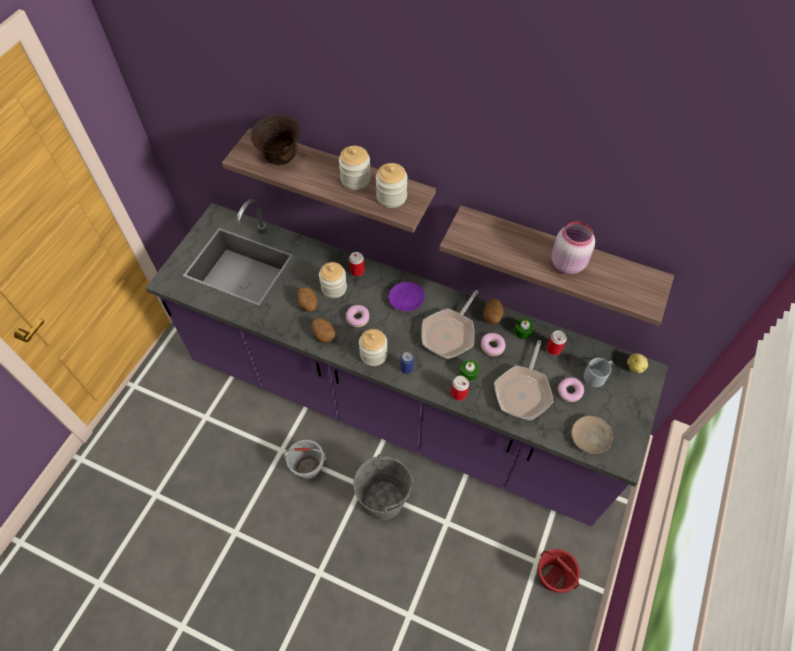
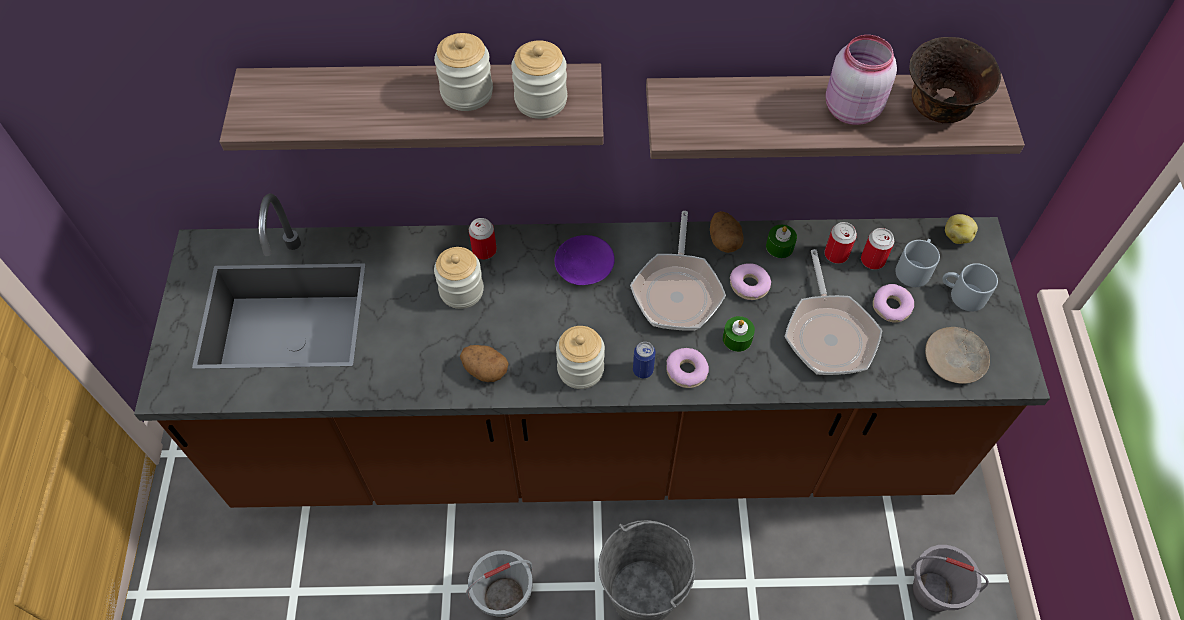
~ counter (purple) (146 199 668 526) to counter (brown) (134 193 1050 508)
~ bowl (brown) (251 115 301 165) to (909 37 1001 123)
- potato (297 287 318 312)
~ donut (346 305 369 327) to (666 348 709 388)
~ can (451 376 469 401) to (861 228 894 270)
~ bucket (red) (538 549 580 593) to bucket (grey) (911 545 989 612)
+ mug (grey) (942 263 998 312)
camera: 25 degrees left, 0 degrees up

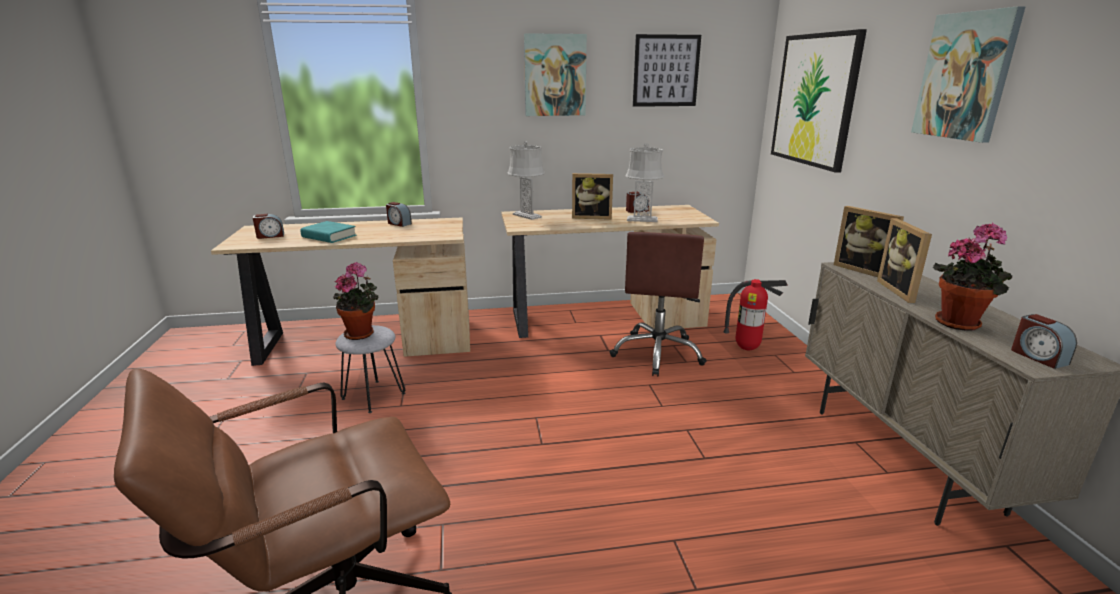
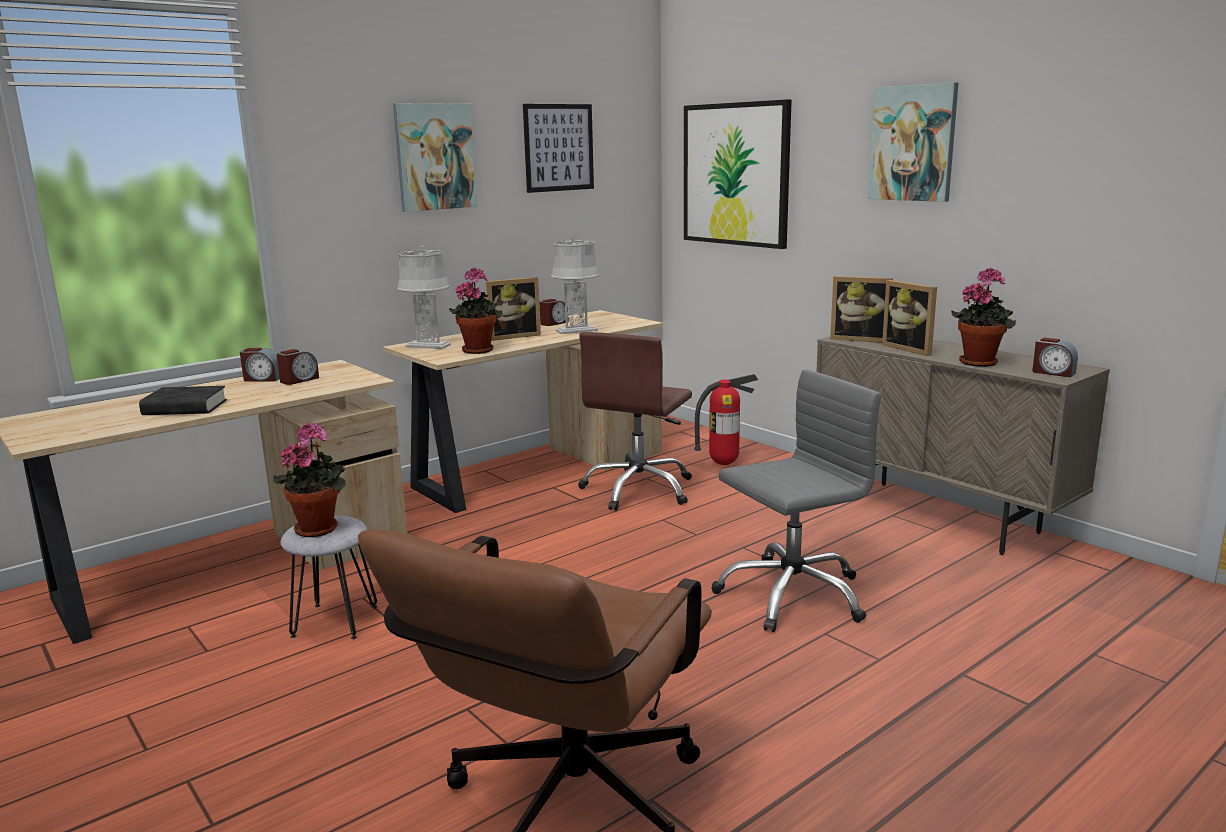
~ alarm clock (253 214 284 239) to (277 349 319 385)
~ book (turquoise) (300 221 357 243) to book (black) (139 386 227 415)
~ office chair (brown) (610 232 706 376) = (578 332 692 511) 45 degrees clockwise
+ potted plant (449 267 503 354)
+ office chair (grey) (712 369 881 632)
camera: 30 degrees left, 5 degrees down

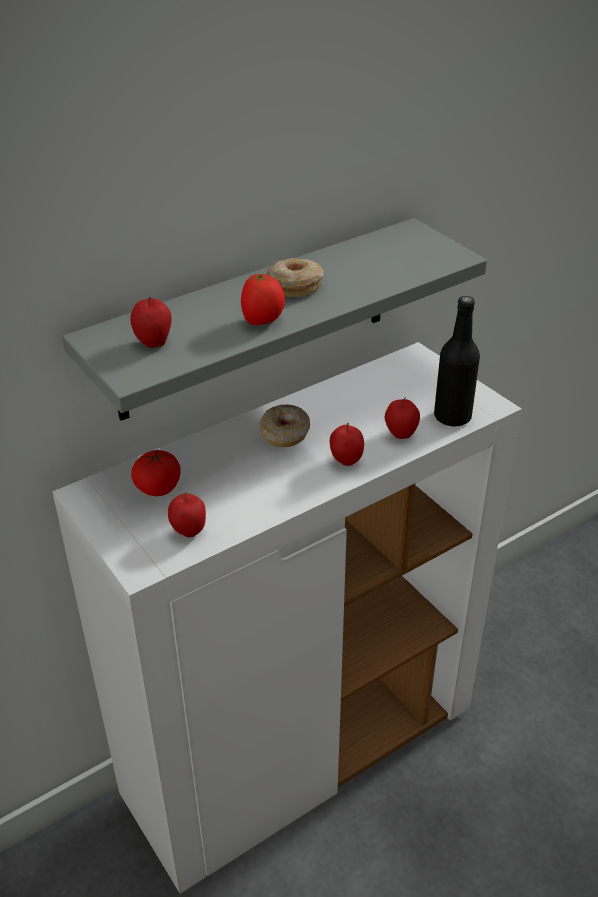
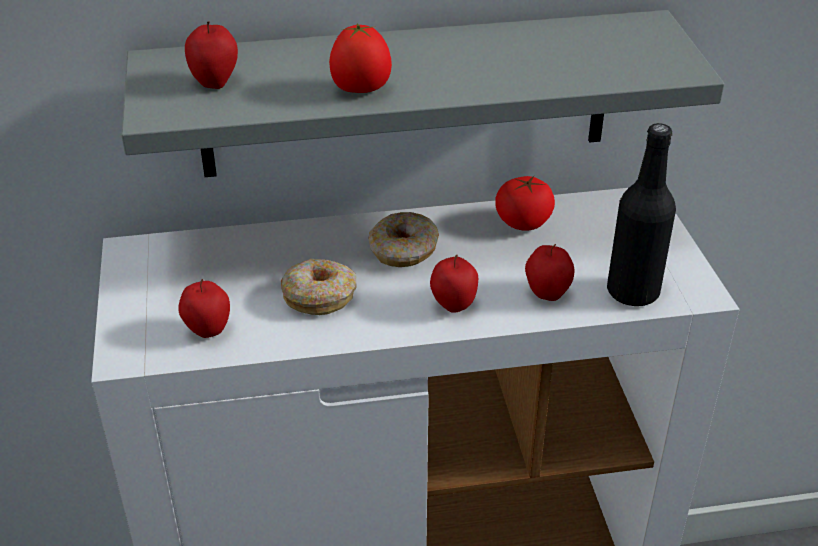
~ tomato (131 449 181 496) to (495 176 555 231)
~ donut (267 258 324 297) to (281 259 357 315)
camera: 25 degrees right, 0 degrees up

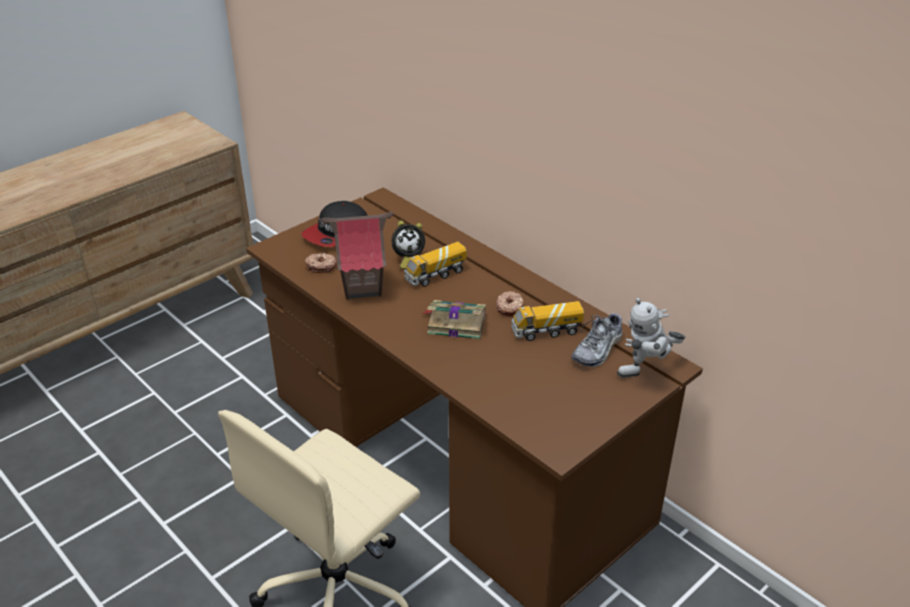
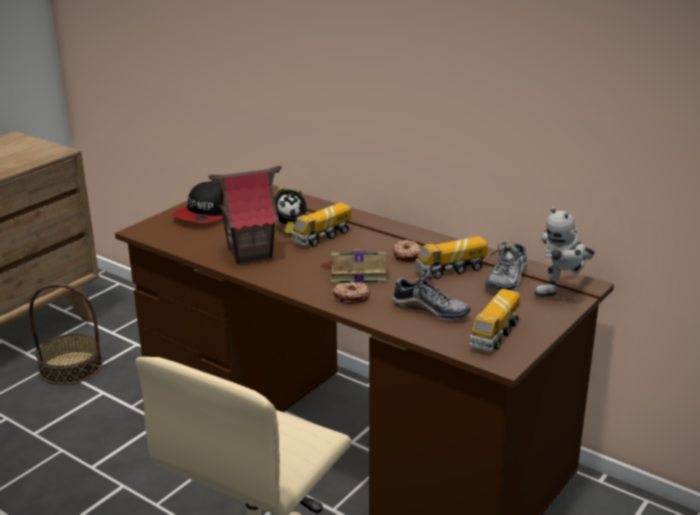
~ donut (305 253 336 273) to (332 281 370 304)
+ basket (29 283 102 385)
+ shoe (392 272 470 321)
+ toy truck (470 289 520 352)
camera: 10 degrees left, 10 degrees down

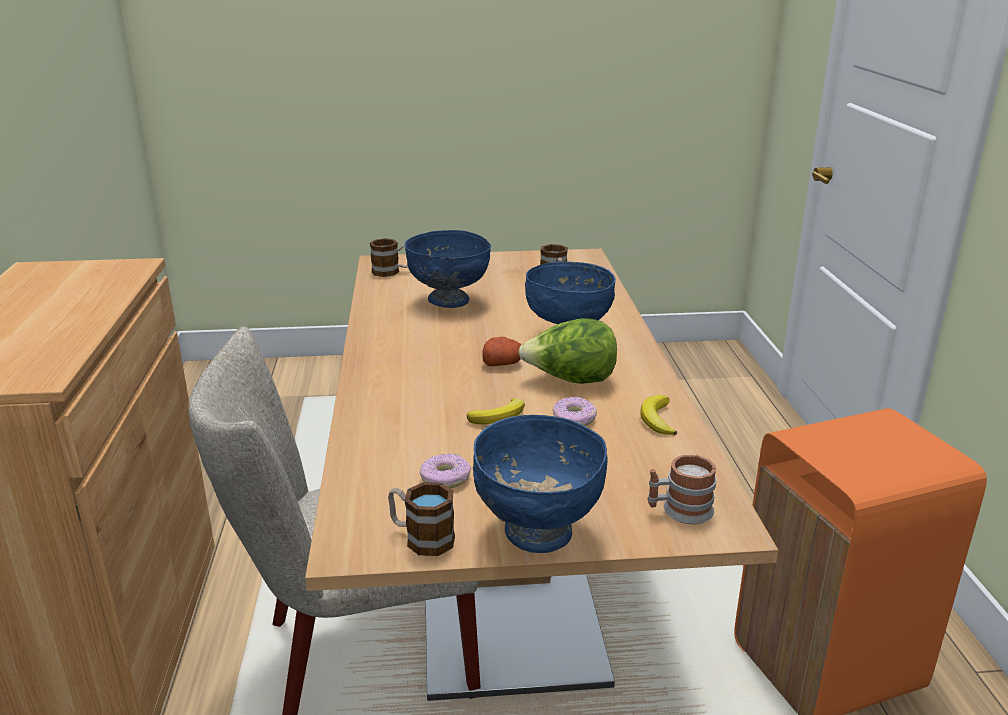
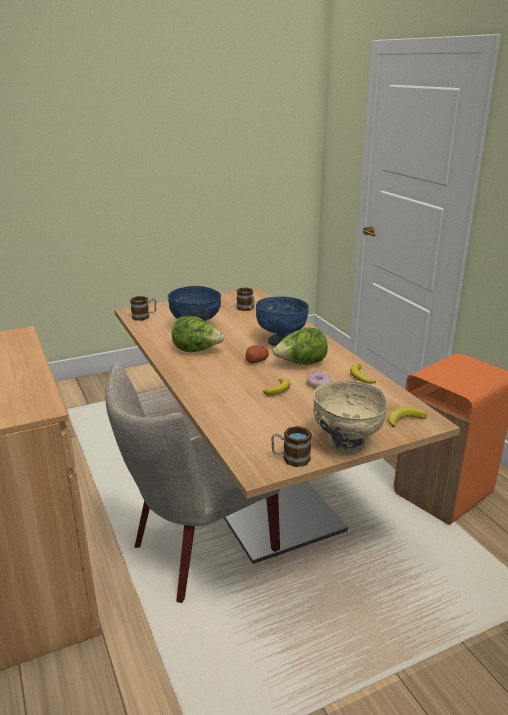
- donut (420 453 471 489)
~ bowl (blue) (473 415 608 553) to bowl (beige) (313 380 387 454)
~ mug (648 454 716 524) to banana (388 407 427 428)
+ lettuce (172 316 224 352)
camera: 20 degrees left, 0 degrees up

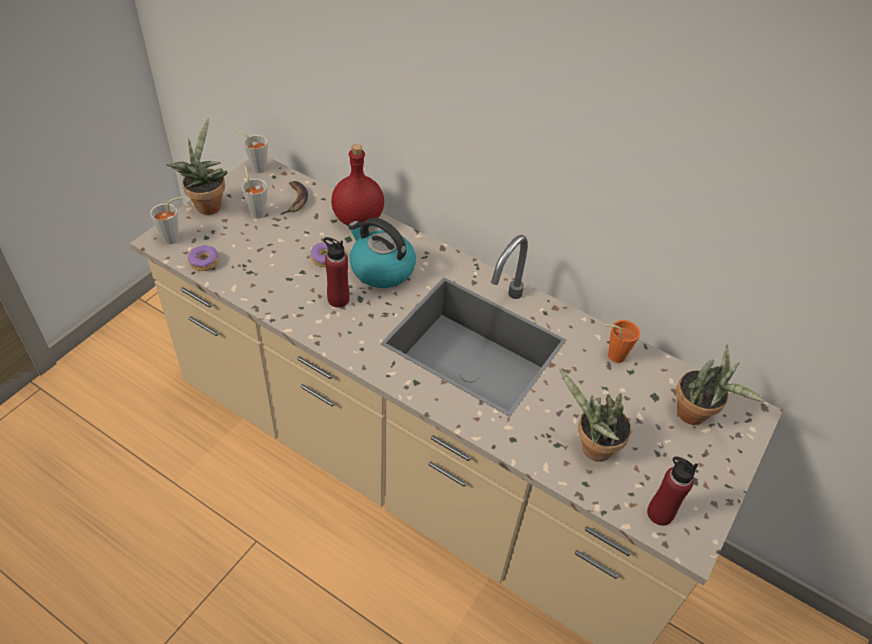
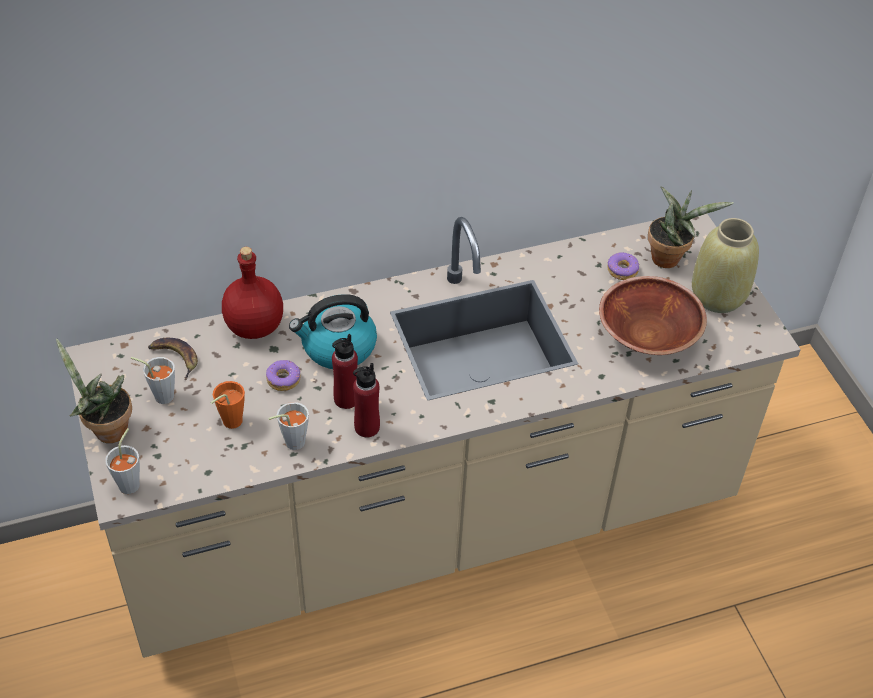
~ donut (188 245 219 271) to (607 253 640 280)
~ cup (grey) (236 129 268 173) to (268 402 309 450)
~ potted plant (559 369 631 462) to bowl (brown) (599 276 707 355)
~ cup (orange) (605 320 640 363) to (211 381 245 429)
~ bottle (red) (647 457 698 526) to (353 363 380 437)
+ vase (beige) (692 218 759 313)
camera: 50 degrees left, 0 degrees up

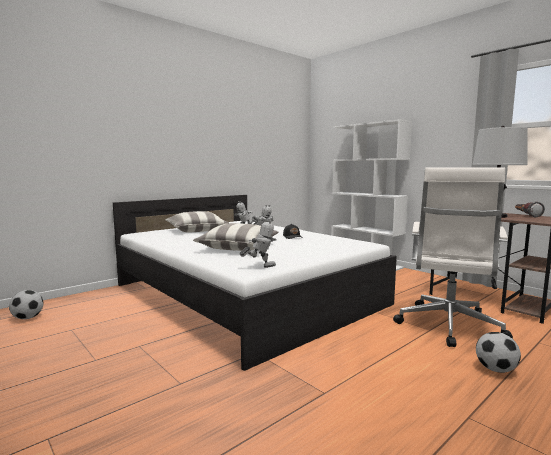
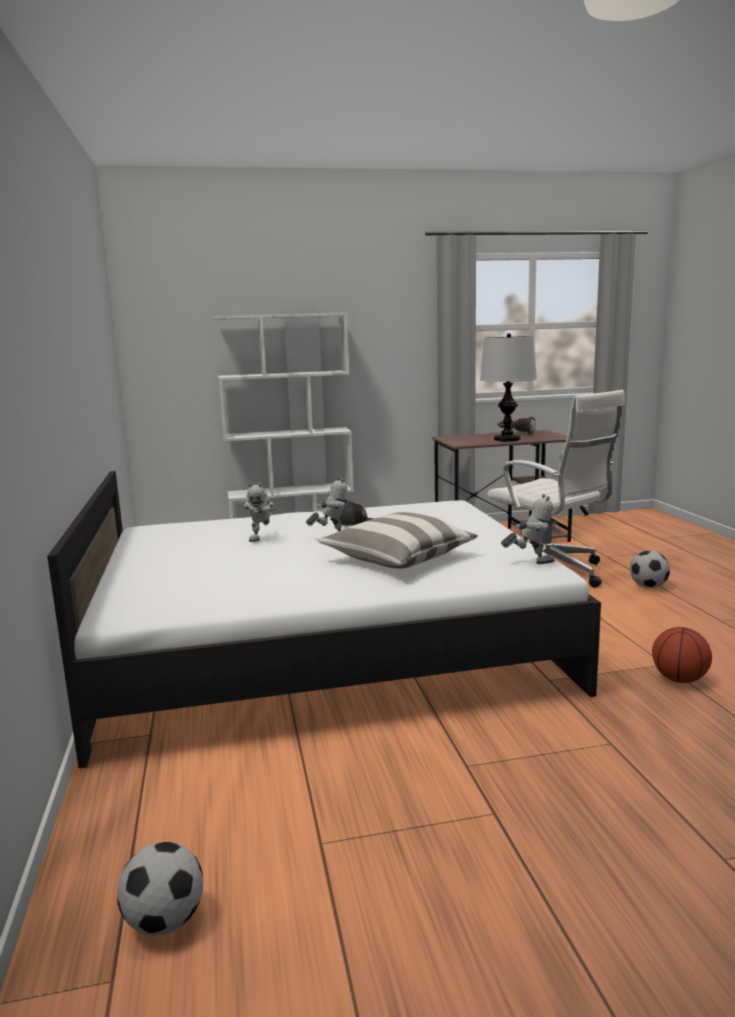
- pillow (165 211 229 233)
~ toy robot (239 219 277 268) = (501 494 557 564) 75 degrees clockwise
+ basketball (652 627 712 683)
camera: 60 degrees left, 5 degrees up

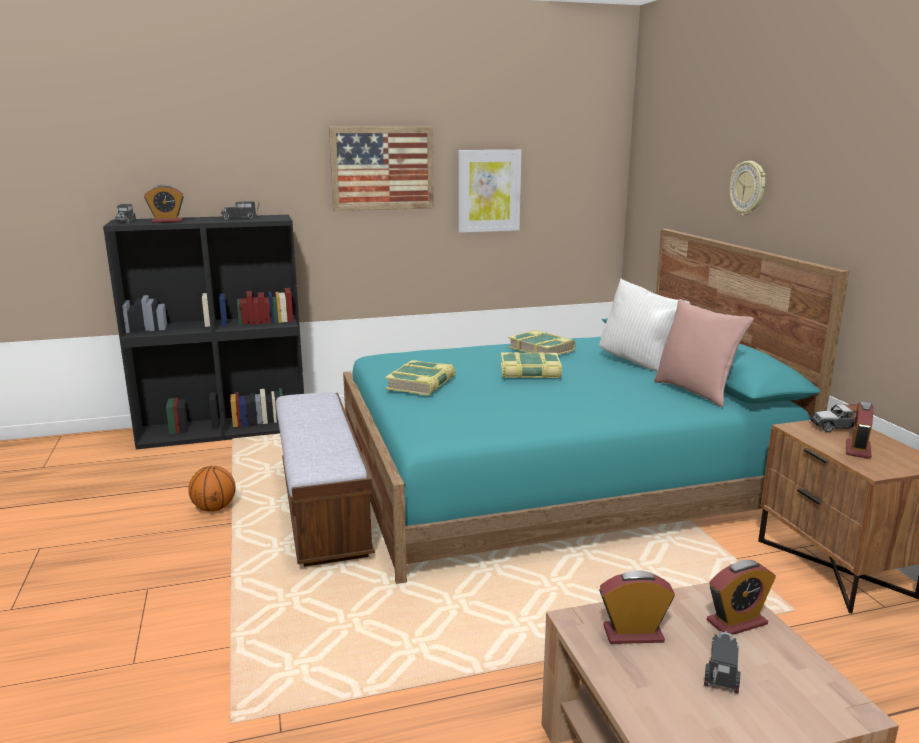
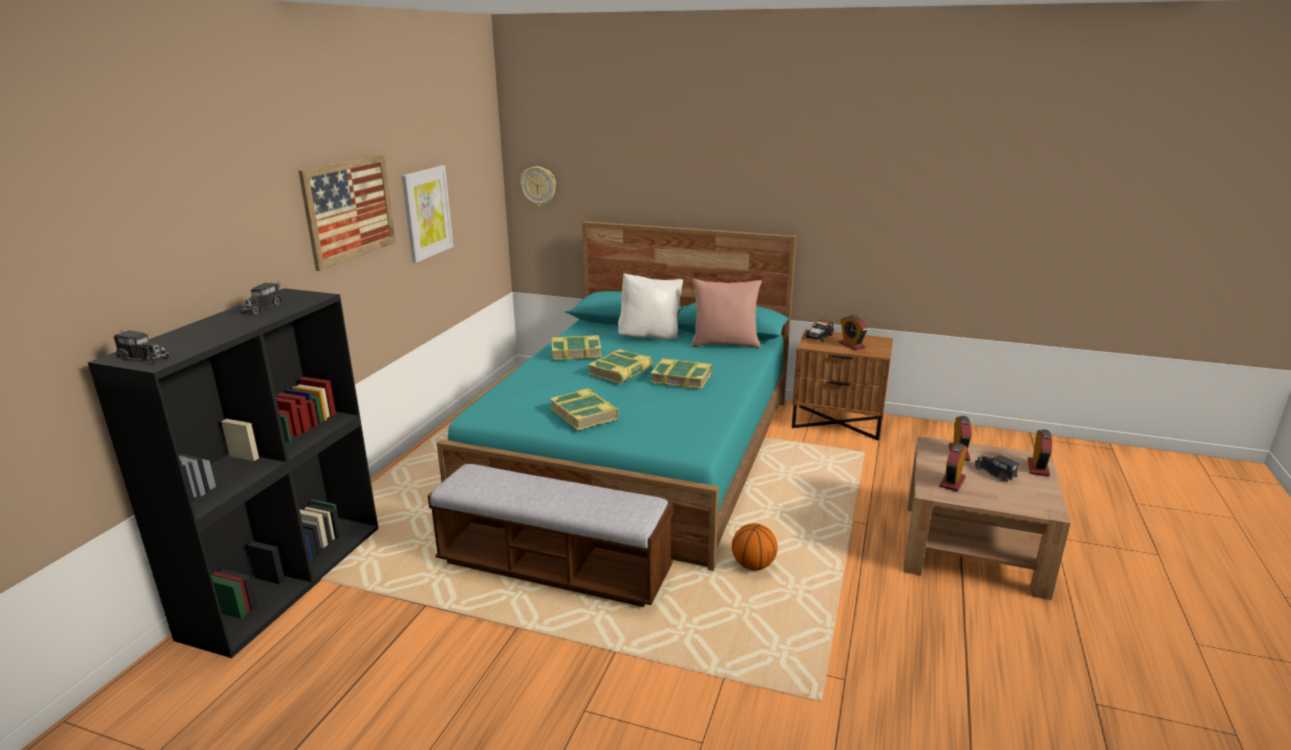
~ alarm clock (144 185 184 223) to (1028 429 1052 477)
~ basketball (188 466 236 512) to (732 523 778 570)
~ wall clock (729 161 765 216) to (520 166 556 206)
+ book (651 358 712 389)
camera: 55 degrees left, 5 degrees up

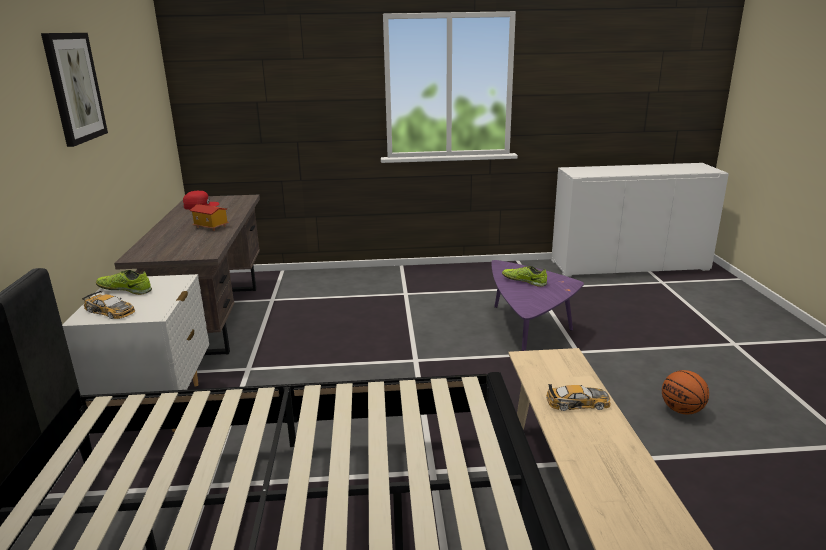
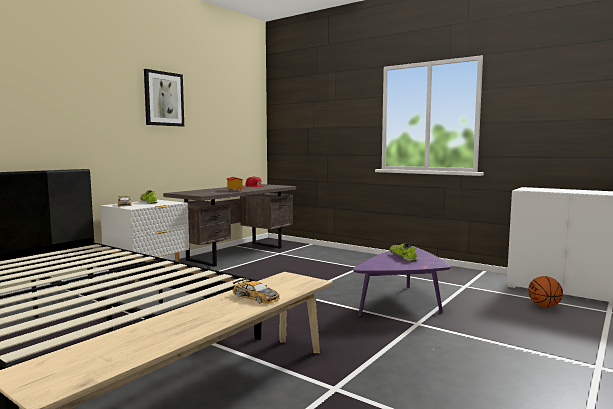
~ basketball (662 370 709 414) to (528 276 563 307)
camera: 40 degrees right, 15 degrees down

